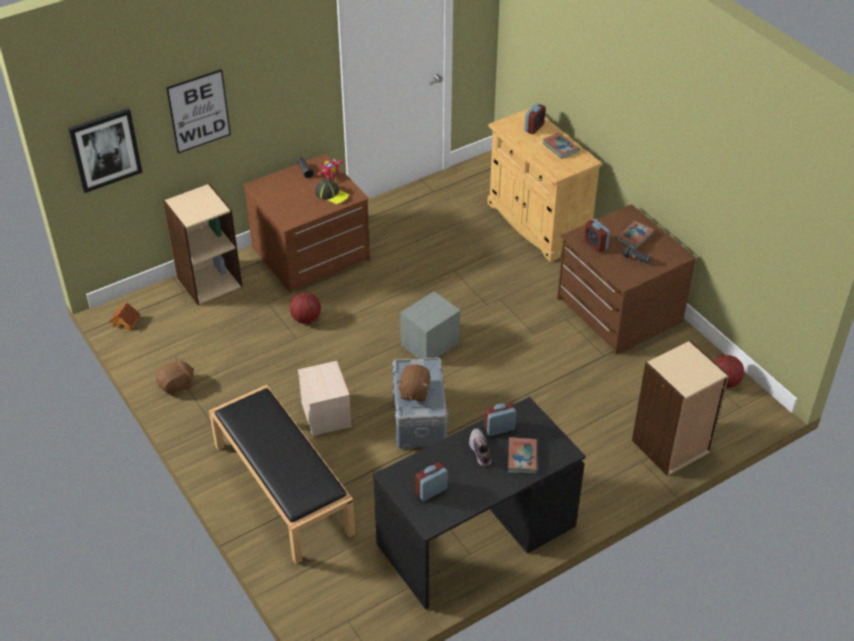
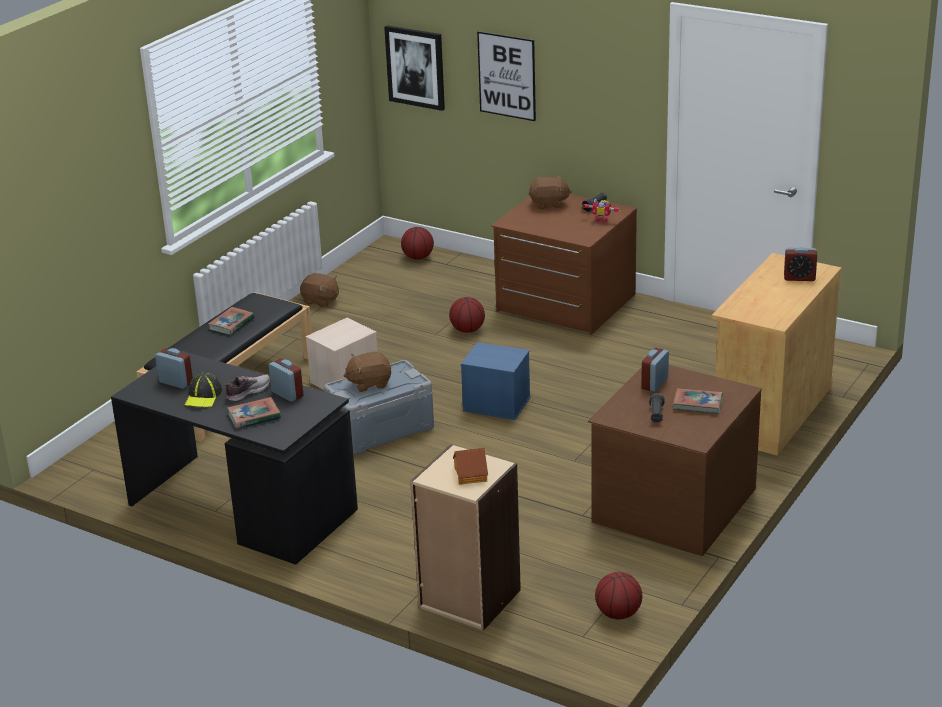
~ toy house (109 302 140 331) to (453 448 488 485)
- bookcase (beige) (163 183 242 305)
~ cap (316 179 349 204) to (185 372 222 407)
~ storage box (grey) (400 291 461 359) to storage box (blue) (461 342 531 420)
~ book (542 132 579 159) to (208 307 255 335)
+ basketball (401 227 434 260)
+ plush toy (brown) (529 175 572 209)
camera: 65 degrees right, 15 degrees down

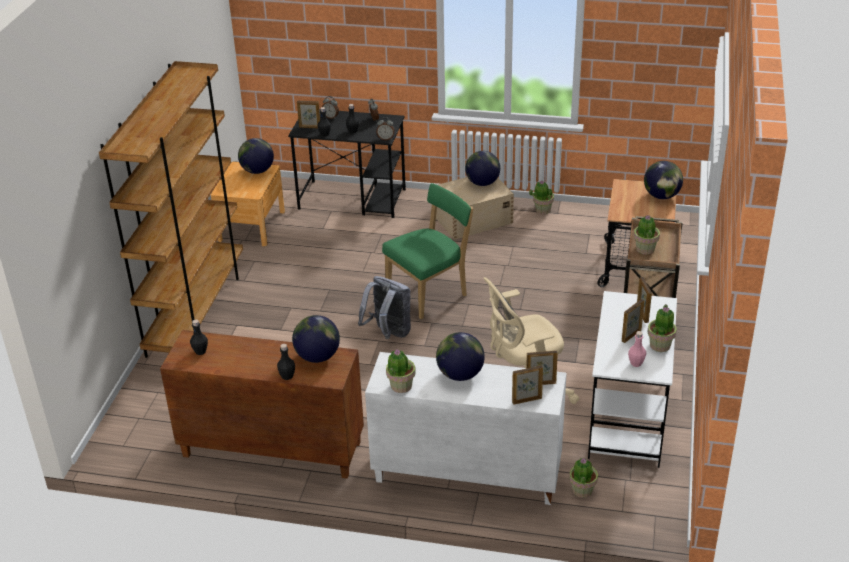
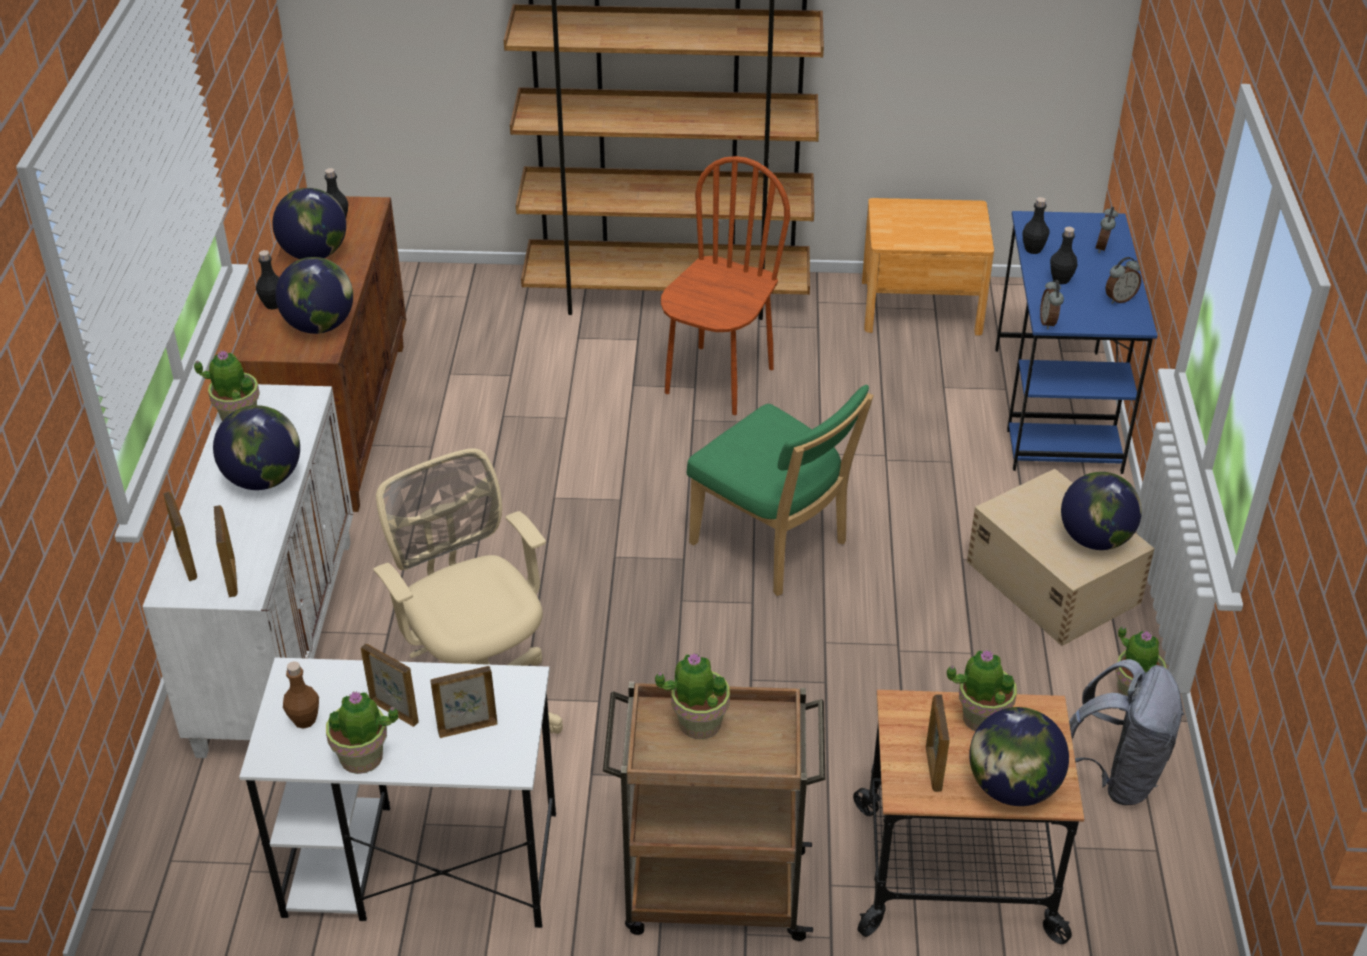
~ globe (238 138 274 174) to (272 188 346 259)
~ desk (black) (288 109 406 218) to desk (blue) (995 211 1158 474)
~ picture frame (297 101 320 128) to (926 694 949 792)
~ backpack (grey) (358 276 411 339) to (1069 659 1184 805)
~ potted plant (569 458 598 498) to (947 650 1017 731)
~ bottle (pink) (628 331 646 367) to bottle (brown) (283 661 319 729)
+ chair (brown) (661 156 790 415)
camera: 80 degrees right, 5 degrees up

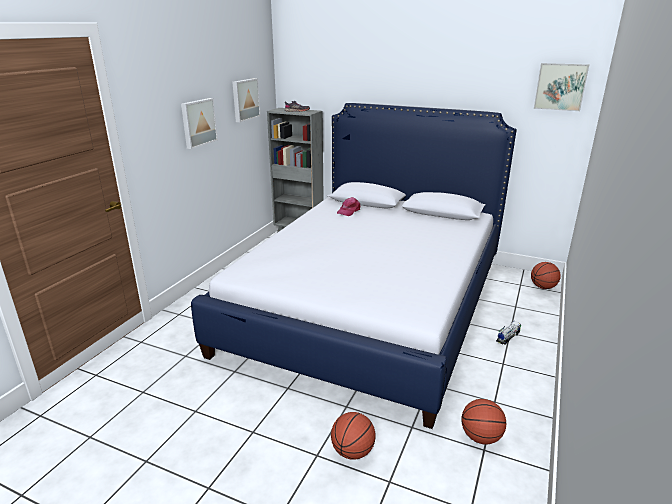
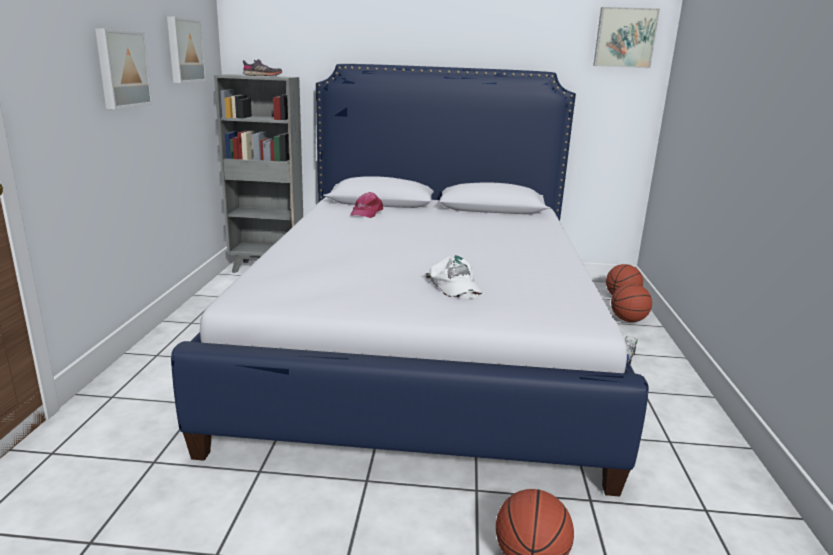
~ basketball (462 399 506 444) to (611 283 652 322)
+ cap (white) (425 255 482 299)
camera: 20 degrees left, 5 degrees down

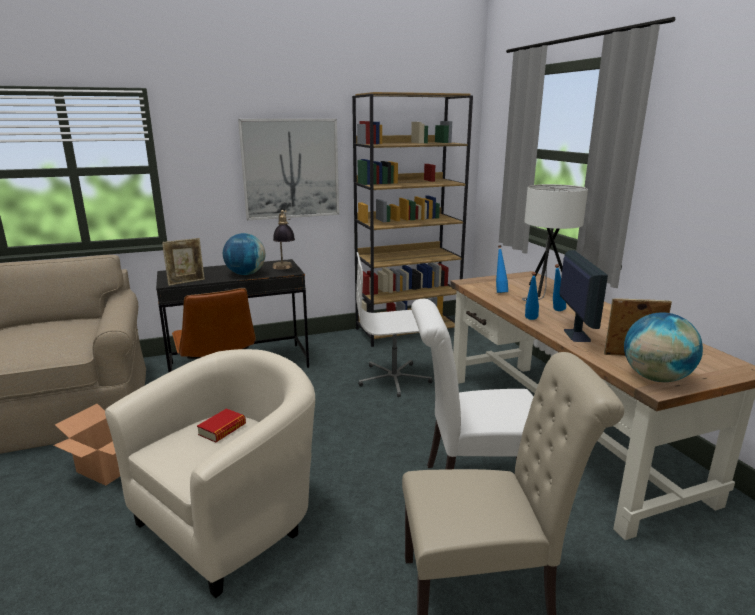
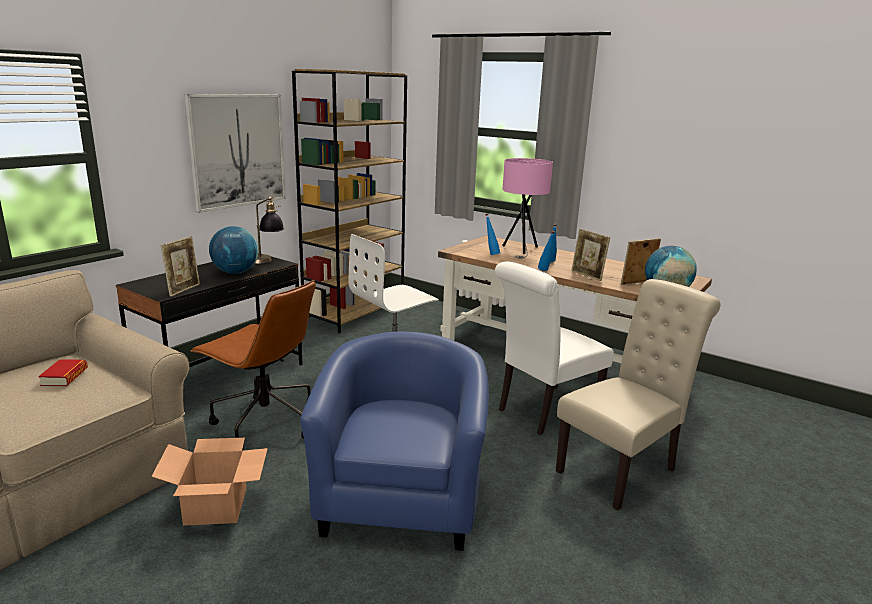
~ armchair (beige) (105 349 315 598) to armchair (blue) (300 332 489 551)
~ book (197 408 246 443) to (38 359 88 386)
~ table lamp (white) (522 184 588 301) to table lamp (pink) (502 158 553 259)
~ monitor (559 250 608 342) to picture frame (571 229 610 281)
camera: 35 degrees left, 0 degrees up

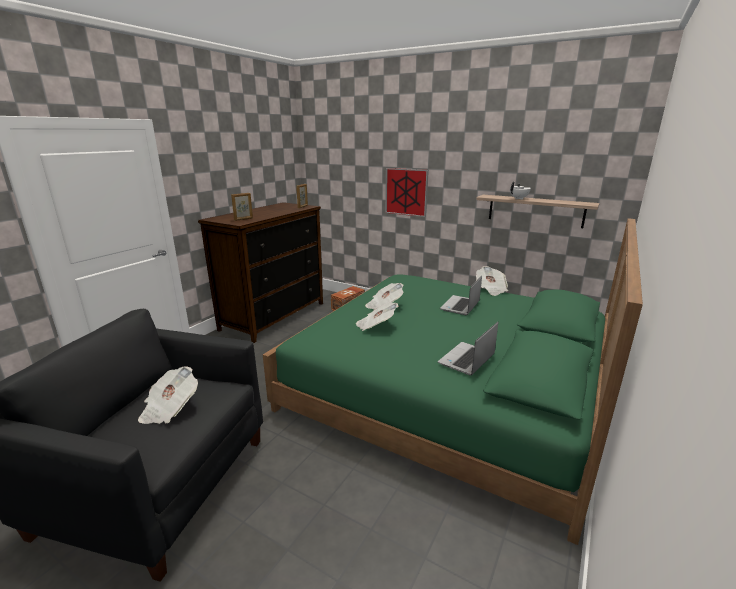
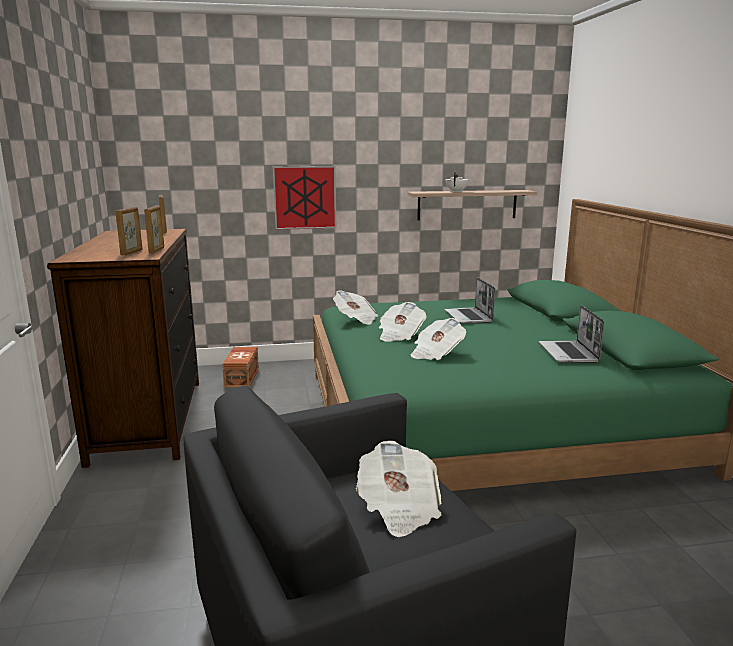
~ newspaper (476 266 508 296) to (333 291 378 325)
+ picture frame (144 206 164 253)
camera: 40 degrees left, 5 degrees down

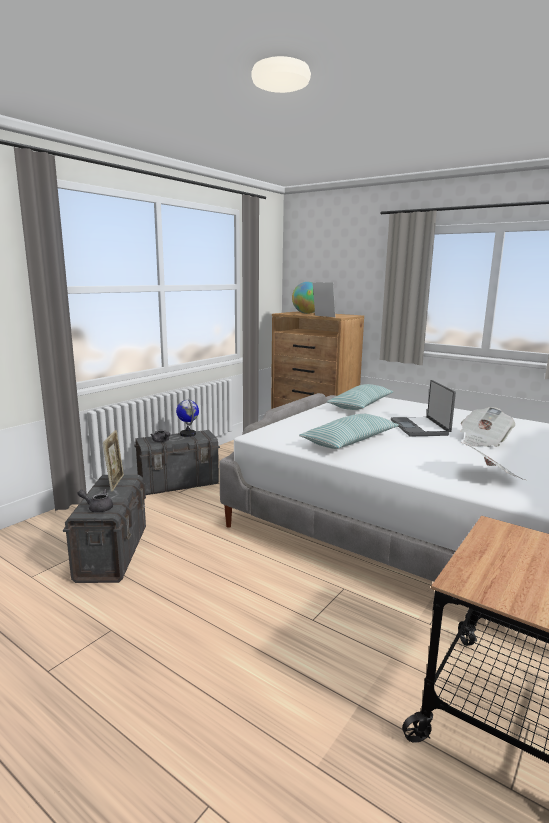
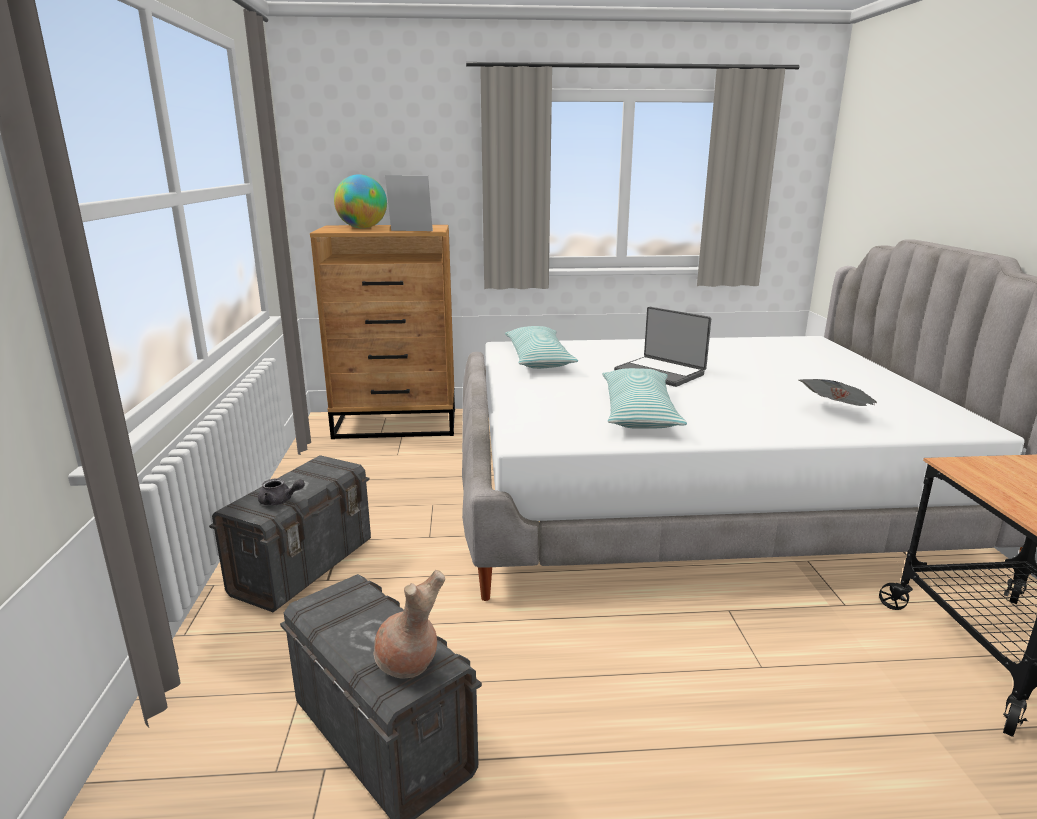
~ teapot (grey) (77 489 113 512) to vase (brown) (373 570 445 678)
- picture frame (103 430 124 491)
- globe (176 399 199 437)
- newspaper (461 407 515 447)
camera: 40 degrees left, 5 degrees up

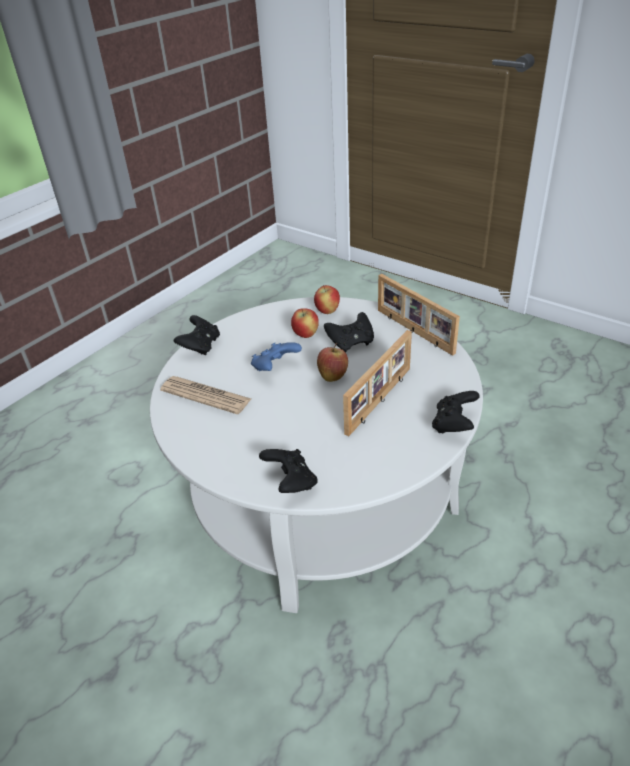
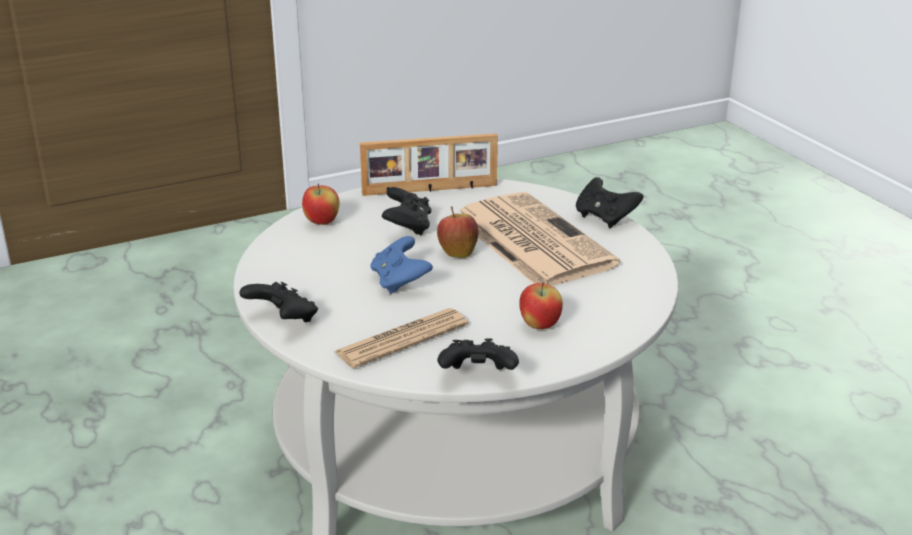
~ game controller (black) (259 449 318 493) to (437 338 519 370)
~ apple (291 308 319 338) to (519 282 563 329)
~ picture frame (343 330 412 436) to newspaper (460 192 620 285)
camera: 65 degrees left, 10 degrees down

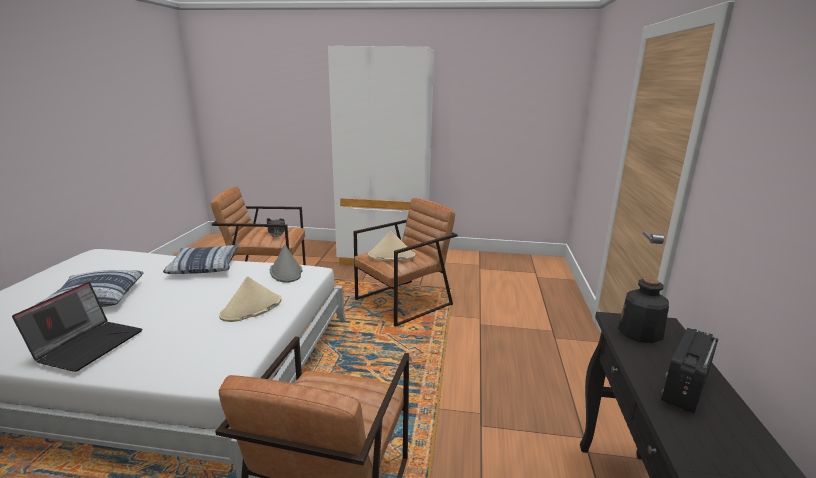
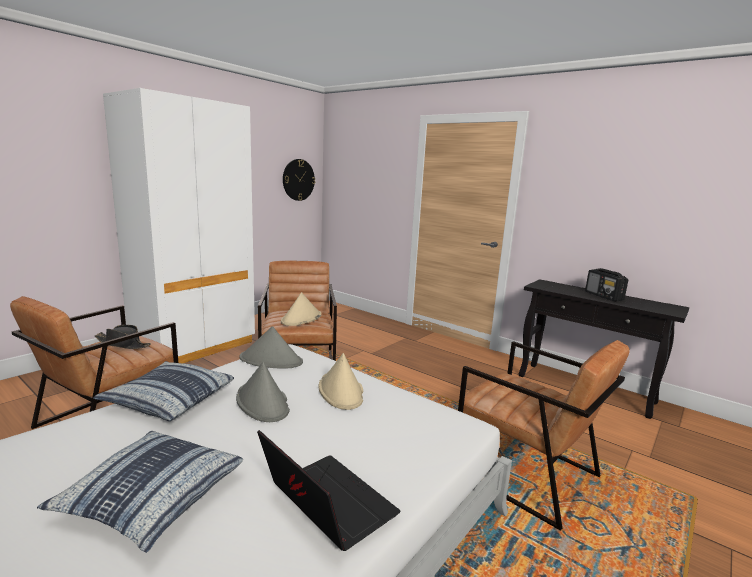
- bottle (618 278 669 343)
+ hat (grey) (236 362 290 422)
+ wall clock (283 159 315 201)
camera: 60 degrees left, 5 degrees down

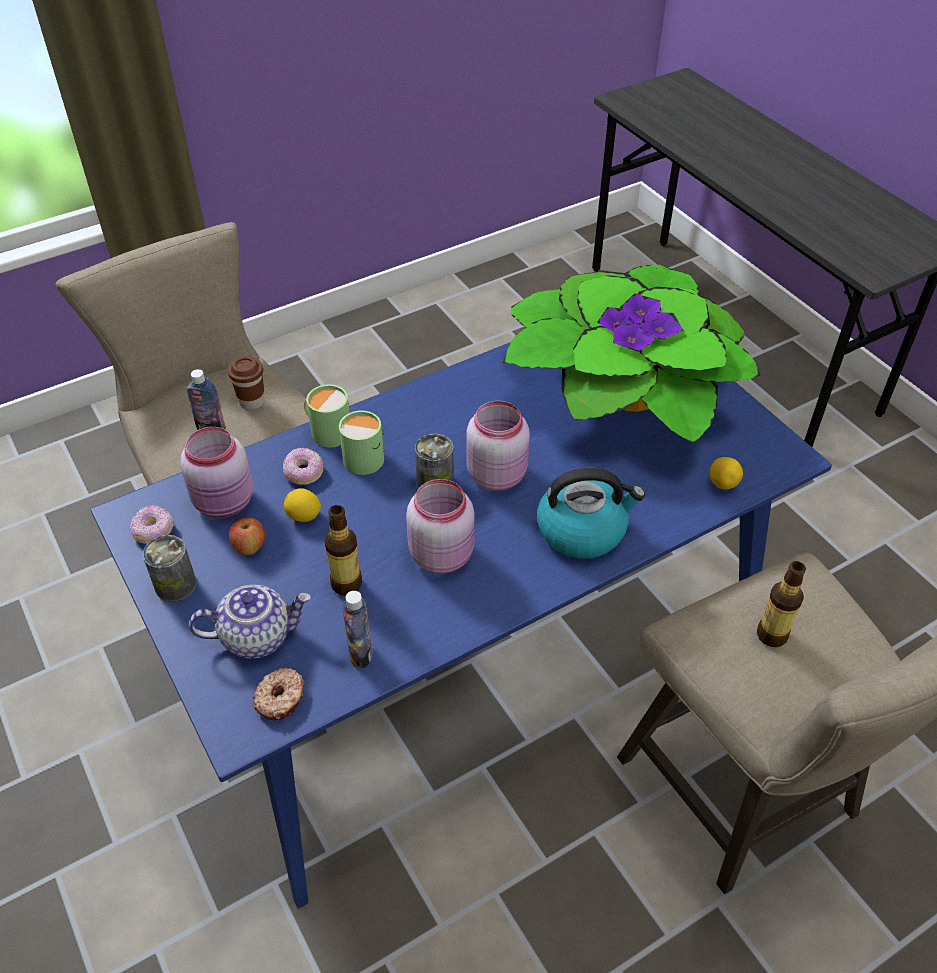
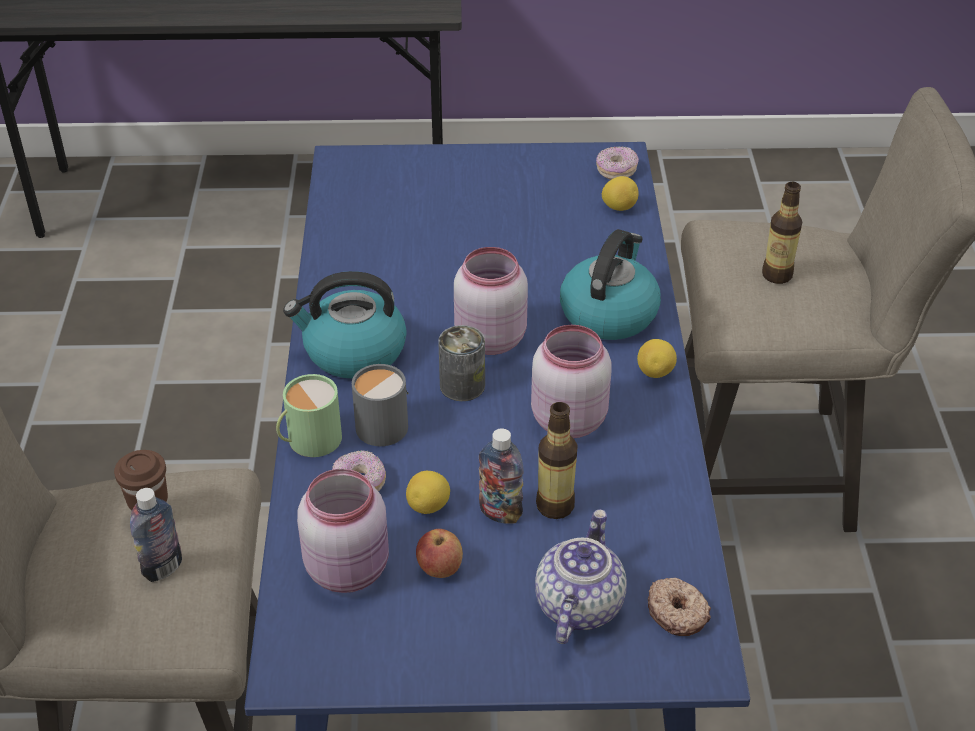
~ donut (130 505 174 544) to (596 146 639 180)
- can (143 535 196 602)
~ mug (green) (339 411 385 475) to mug (grey) (352 364 409 446)
~ bottle (343 591 372 668) to (479 428 524 524)
- potted plant (502 265 761 444)
+ kettle (283 271 407 378)
+ lemon (637 339 677 378)
camera: 60 degrees left, 5 degrees down

